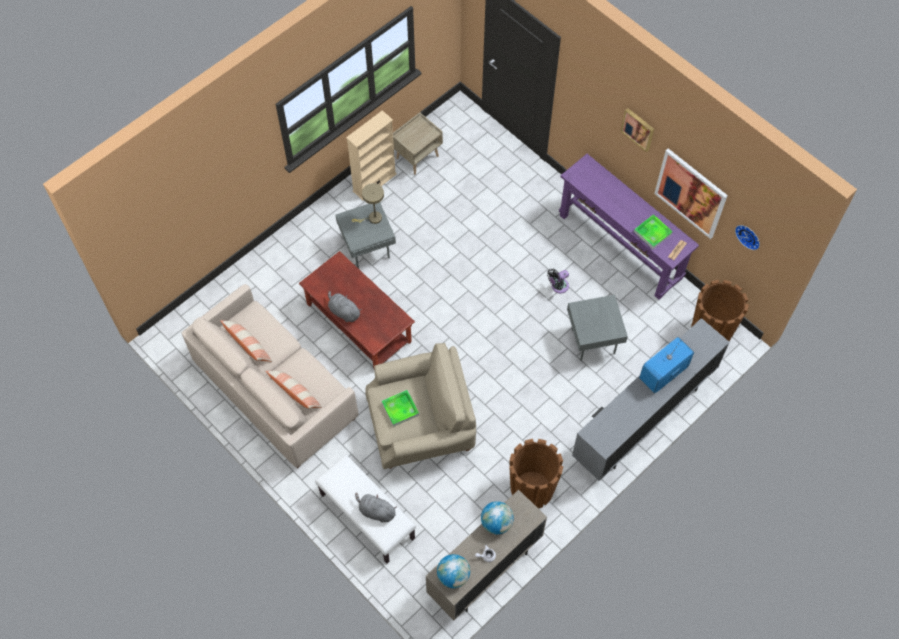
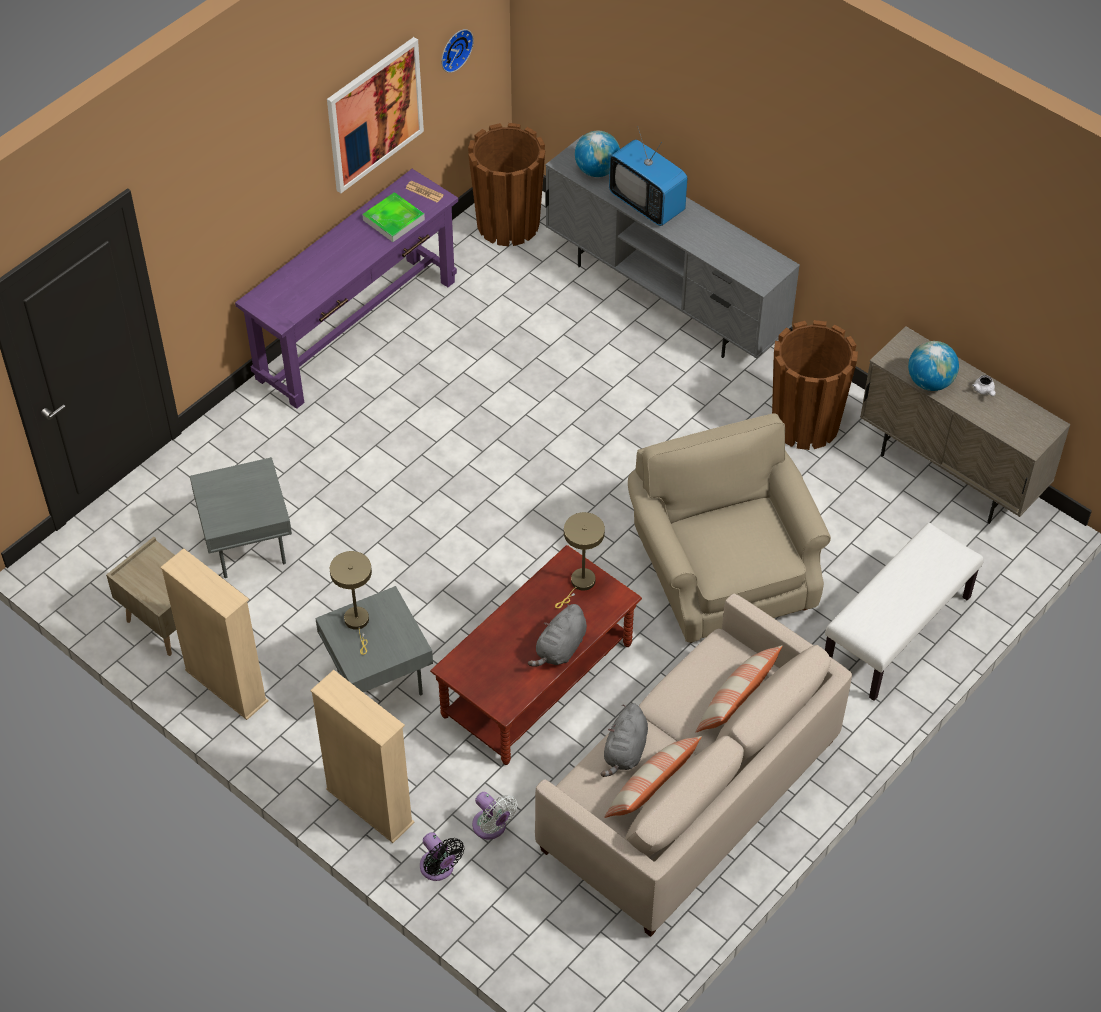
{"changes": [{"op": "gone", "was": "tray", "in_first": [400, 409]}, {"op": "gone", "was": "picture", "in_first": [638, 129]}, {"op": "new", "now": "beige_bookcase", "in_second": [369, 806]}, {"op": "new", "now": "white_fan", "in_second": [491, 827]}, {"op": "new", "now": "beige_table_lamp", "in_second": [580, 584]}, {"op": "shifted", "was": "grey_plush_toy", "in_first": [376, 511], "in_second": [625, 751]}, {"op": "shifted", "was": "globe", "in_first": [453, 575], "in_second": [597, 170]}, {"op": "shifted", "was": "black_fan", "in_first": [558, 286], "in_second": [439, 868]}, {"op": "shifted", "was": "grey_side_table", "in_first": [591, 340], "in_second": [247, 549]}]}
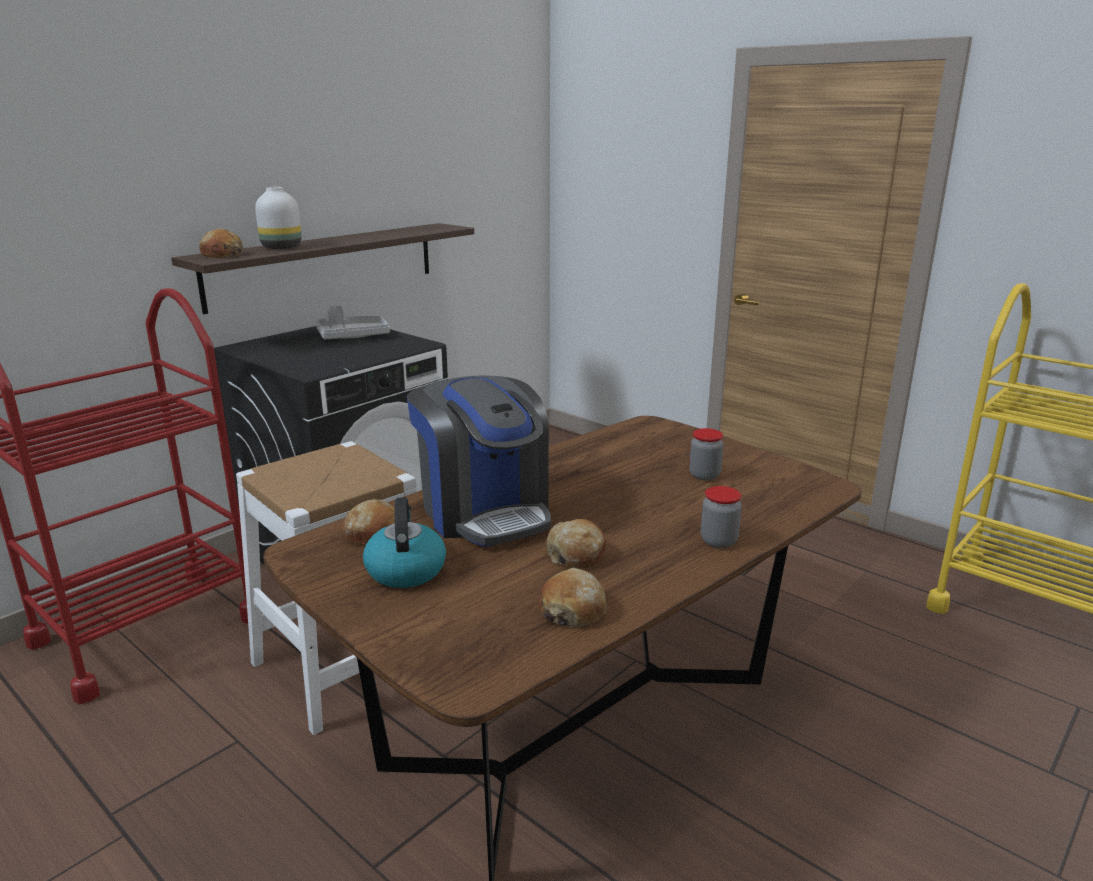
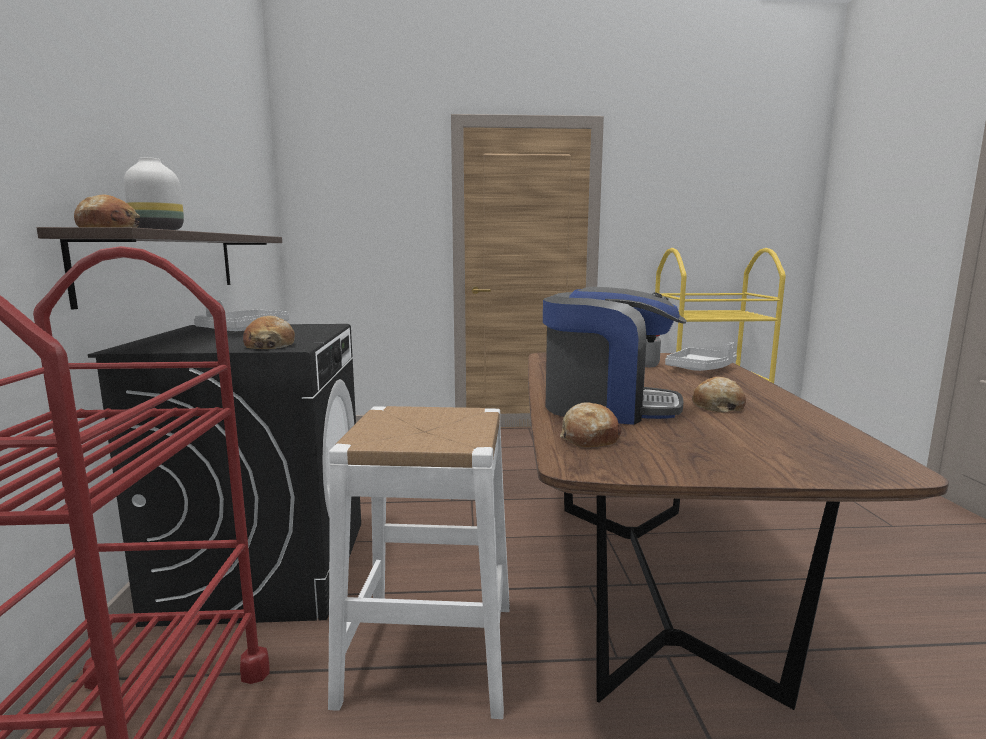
{"changes": [{"op": "gone", "was": "kettle", "in_first": [405, 570]}, {"op": "gone", "was": "jar", "in_first": [718, 541]}, {"op": "new", "now": "grey_tray", "in_second": [700, 369]}, {"op": "shifted", "was": "bread", "in_first": [573, 610], "in_second": [269, 345]}]}
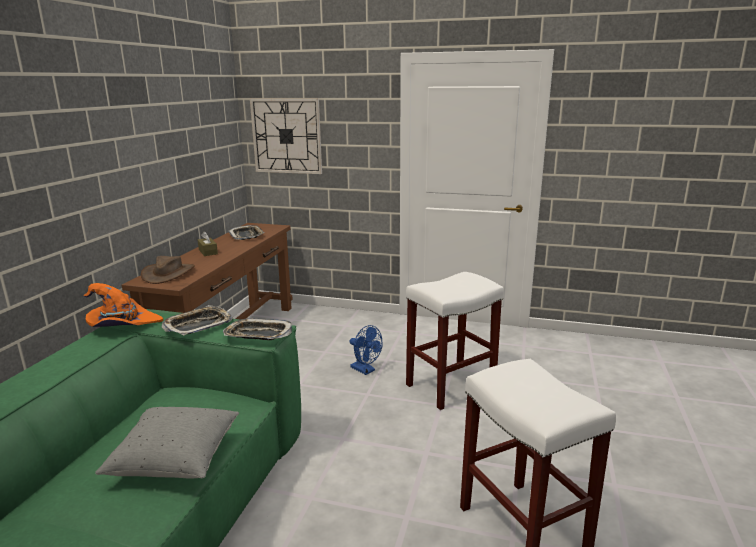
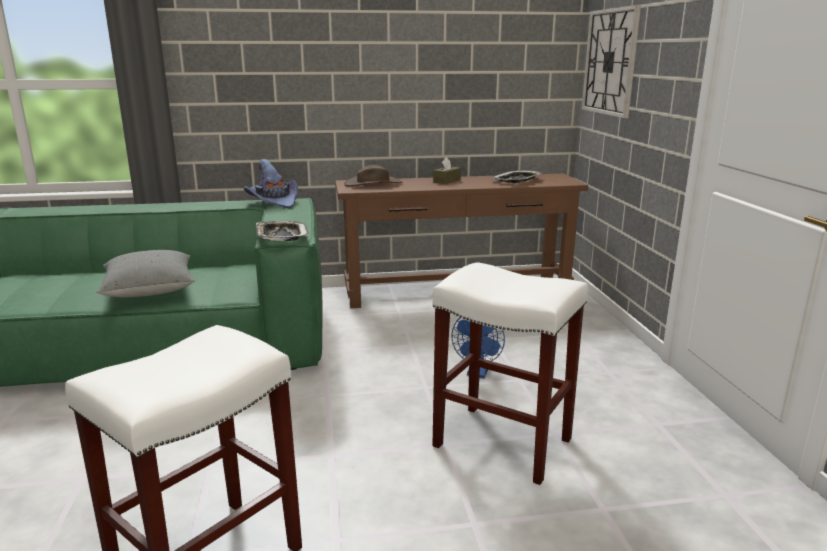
{"changes": [{"op": "gone", "was": "tray", "in_first": [198, 325]}, {"op": "repainted", "was": "orange_hat", "now": "purple_hat", "in_first": [122, 324], "in_second": [274, 202]}]}
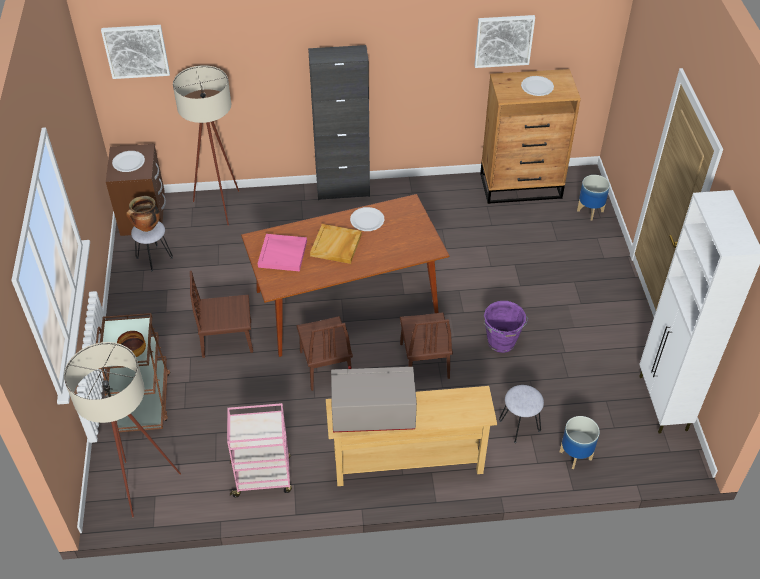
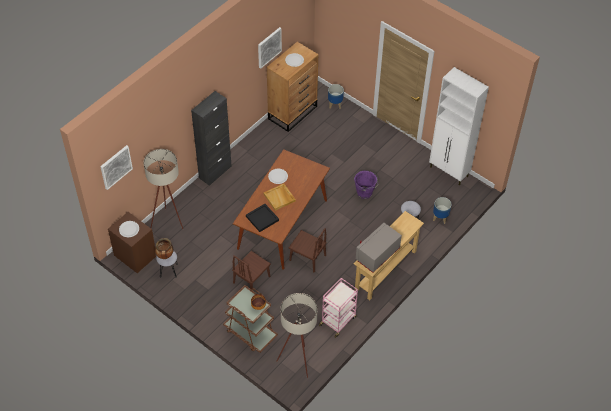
{"changes": [{"op": "gone", "was": "brown_chair", "in_first": [424, 360]}, {"op": "repainted", "was": "pink_tray", "now": "black_tray", "in_first": [283, 254], "in_second": [262, 218]}]}
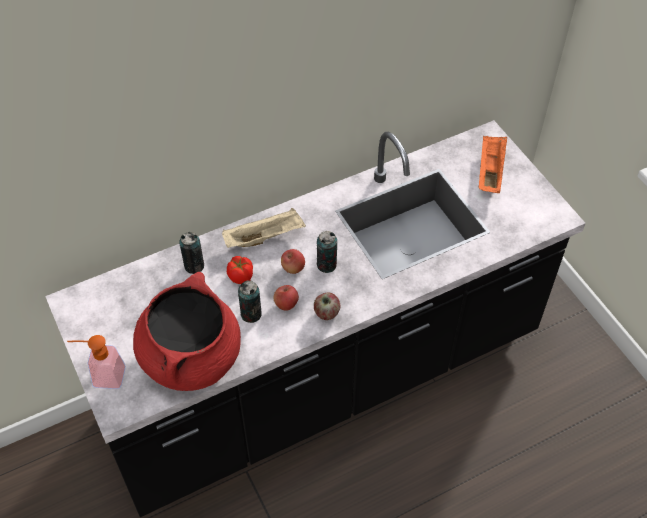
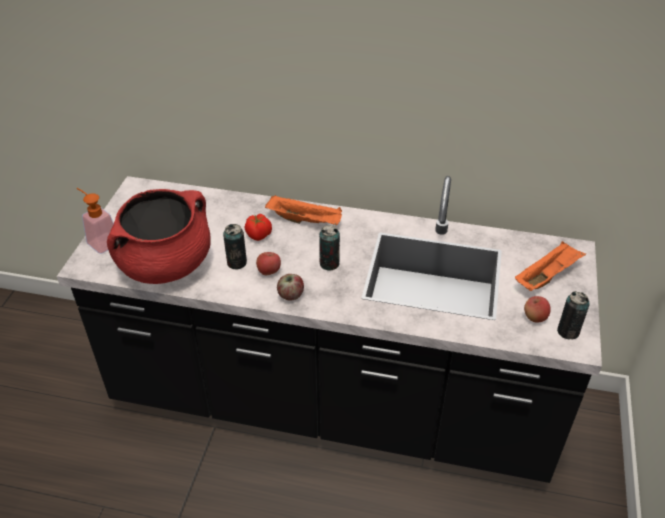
{"changes": [{"op": "shifted", "was": "can", "in_first": [194, 266], "in_second": [568, 331]}, {"op": "shifted", "was": "apple", "in_first": [293, 268], "in_second": [535, 317]}, {"op": "repainted", "was": "beige_tray", "now": "orange_tray", "in_first": [265, 237], "in_second": [305, 220]}]}
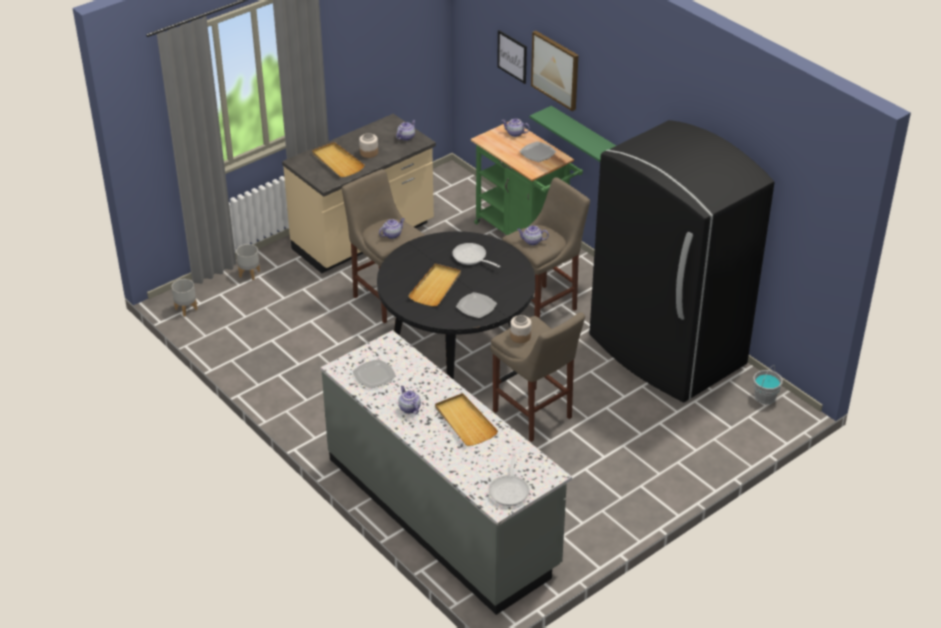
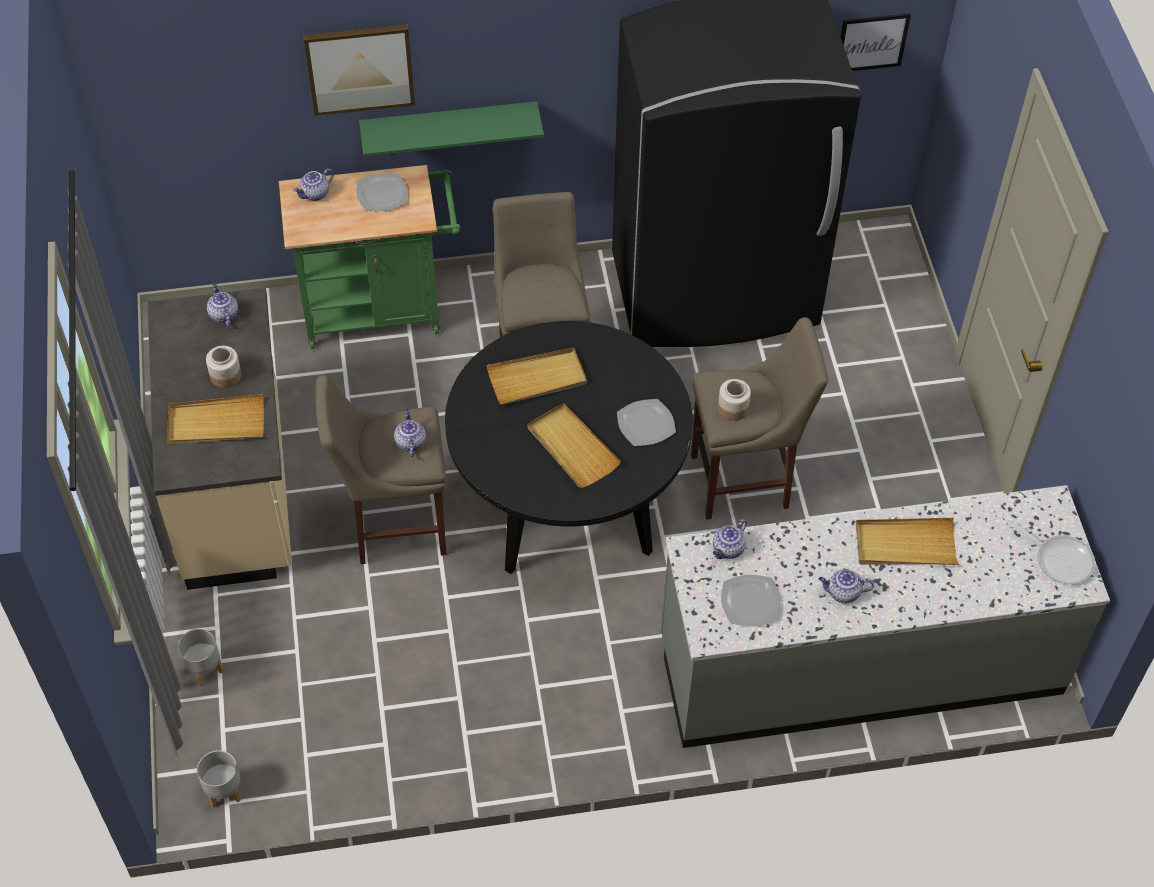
{"changes": [{"op": "gone", "was": "grey_bucket", "in_first": [765, 397]}, {"op": "shifted", "was": "picture", "in_first": [512, 56], "in_second": [872, 42]}, {"op": "shifted", "was": "teapot", "in_first": [532, 241], "in_second": [728, 549]}, {"op": "swapped", "was": "frying_pan", "now": "beige_tray", "in_first": [471, 258], "in_second": [537, 379]}]}
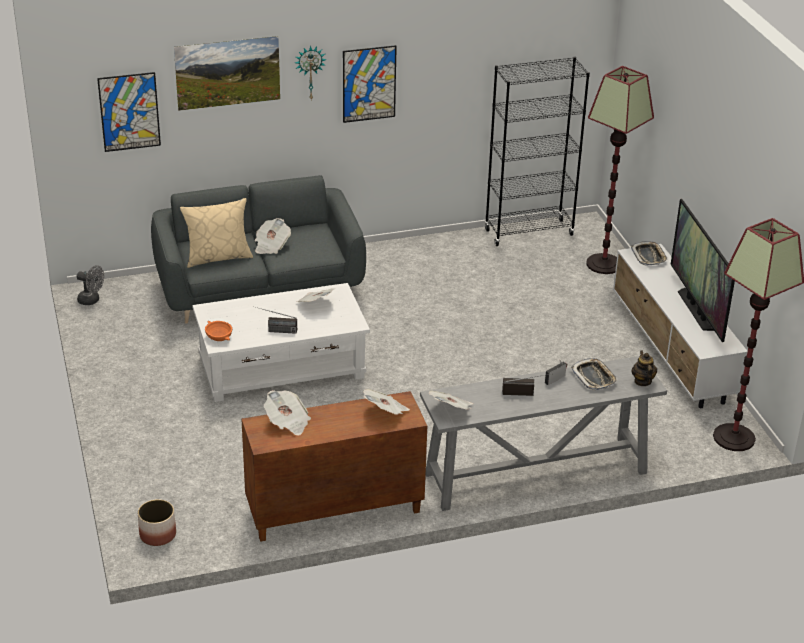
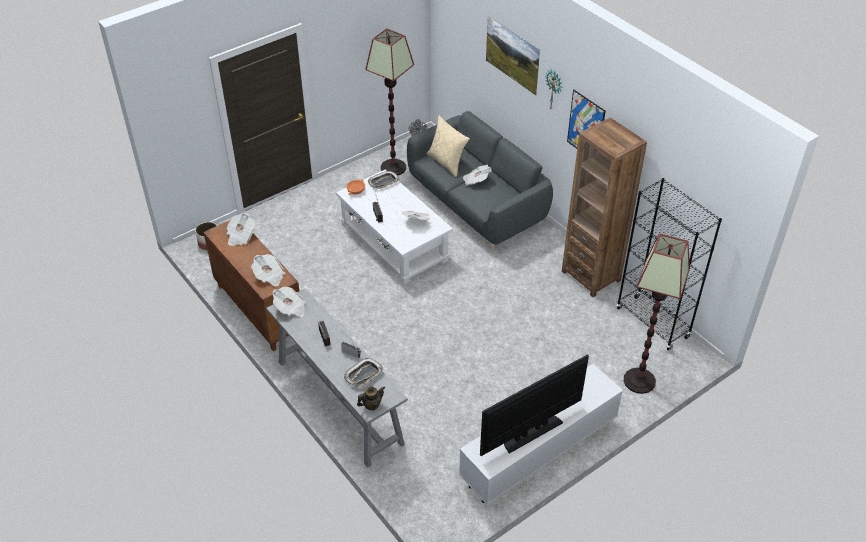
{"changes": [{"op": "gone", "was": "picture", "in_first": [129, 112]}, {"op": "new", "now": "brown_bookcase", "in_second": [591, 276]}, {"op": "shifted", "was": "tray", "in_first": [649, 256], "in_second": [383, 182]}, {"op": "shifted", "was": "floor_lamp", "in_first": [734, 438], "in_second": [393, 168]}]}
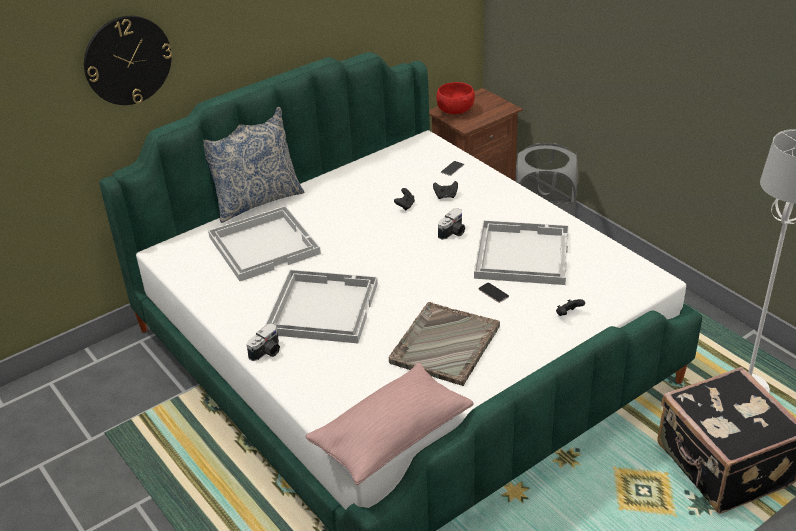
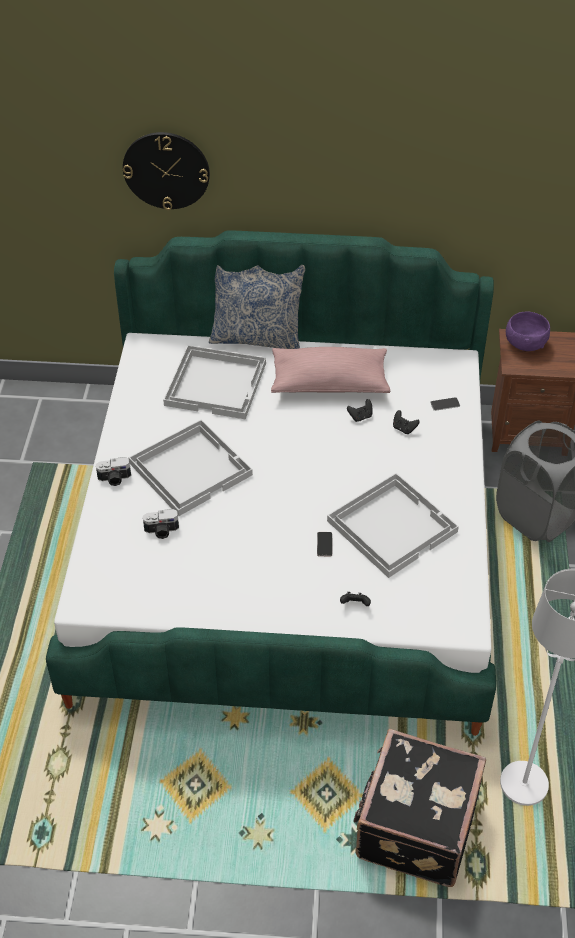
{"changes": [{"op": "gone", "was": "grey_tray", "in_first": [444, 345]}, {"op": "shifted", "was": "pink_pillow", "in_first": [391, 436], "in_second": [329, 383]}, {"op": "shifted", "was": "photo_camera", "in_first": [453, 233], "in_second": [162, 531]}, {"op": "repainted", "was": "red_bowl", "now": "purple_bowl", "in_first": [455, 110], "in_second": [525, 344]}]}
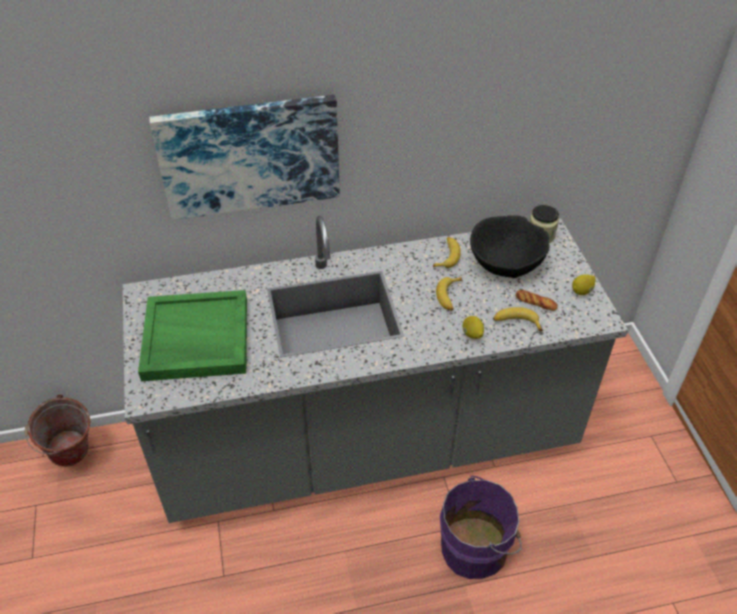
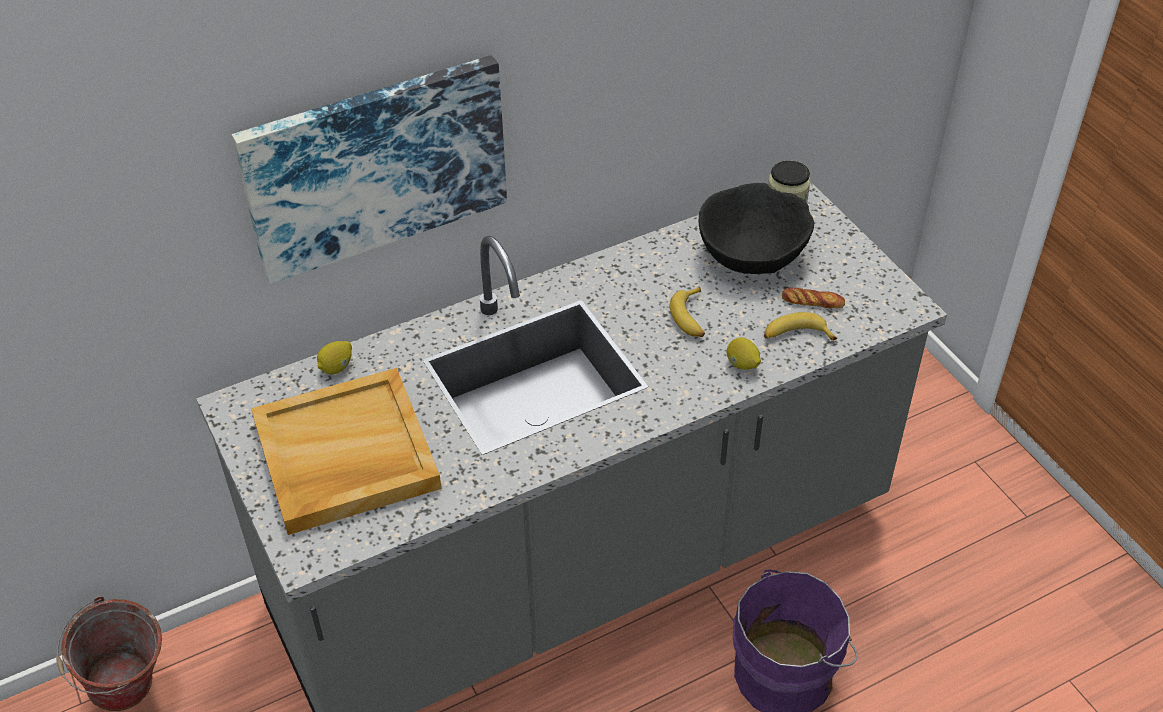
{"changes": [{"op": "gone", "was": "banana", "in_first": [446, 256]}, {"op": "shifted", "was": "lemon", "in_first": [582, 291], "in_second": [337, 367]}, {"op": "repainted", "was": "green_tray", "now": "beige_tray", "in_first": [195, 339], "in_second": [344, 456]}]}
